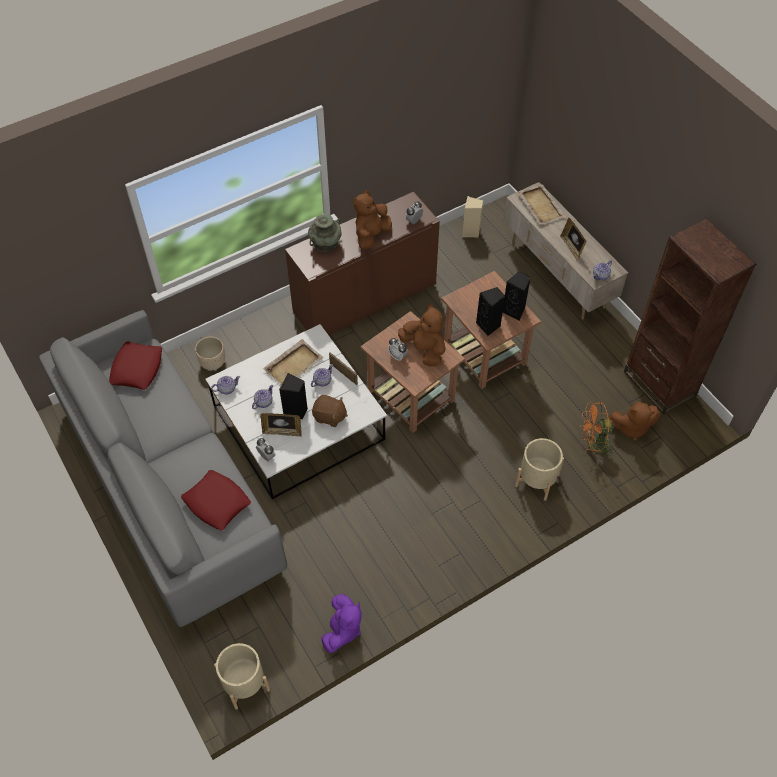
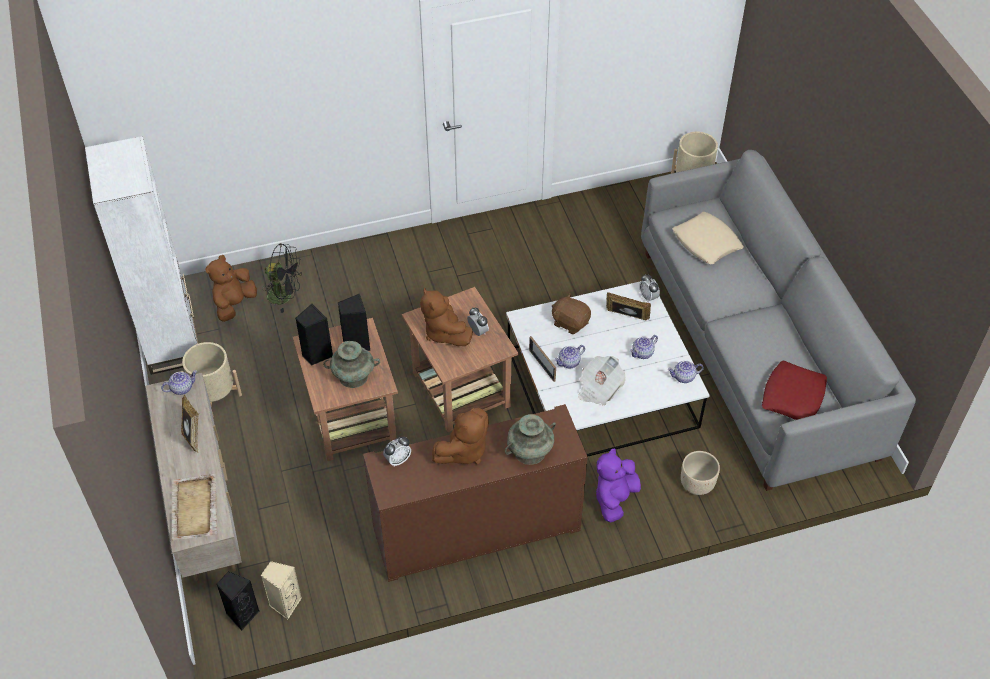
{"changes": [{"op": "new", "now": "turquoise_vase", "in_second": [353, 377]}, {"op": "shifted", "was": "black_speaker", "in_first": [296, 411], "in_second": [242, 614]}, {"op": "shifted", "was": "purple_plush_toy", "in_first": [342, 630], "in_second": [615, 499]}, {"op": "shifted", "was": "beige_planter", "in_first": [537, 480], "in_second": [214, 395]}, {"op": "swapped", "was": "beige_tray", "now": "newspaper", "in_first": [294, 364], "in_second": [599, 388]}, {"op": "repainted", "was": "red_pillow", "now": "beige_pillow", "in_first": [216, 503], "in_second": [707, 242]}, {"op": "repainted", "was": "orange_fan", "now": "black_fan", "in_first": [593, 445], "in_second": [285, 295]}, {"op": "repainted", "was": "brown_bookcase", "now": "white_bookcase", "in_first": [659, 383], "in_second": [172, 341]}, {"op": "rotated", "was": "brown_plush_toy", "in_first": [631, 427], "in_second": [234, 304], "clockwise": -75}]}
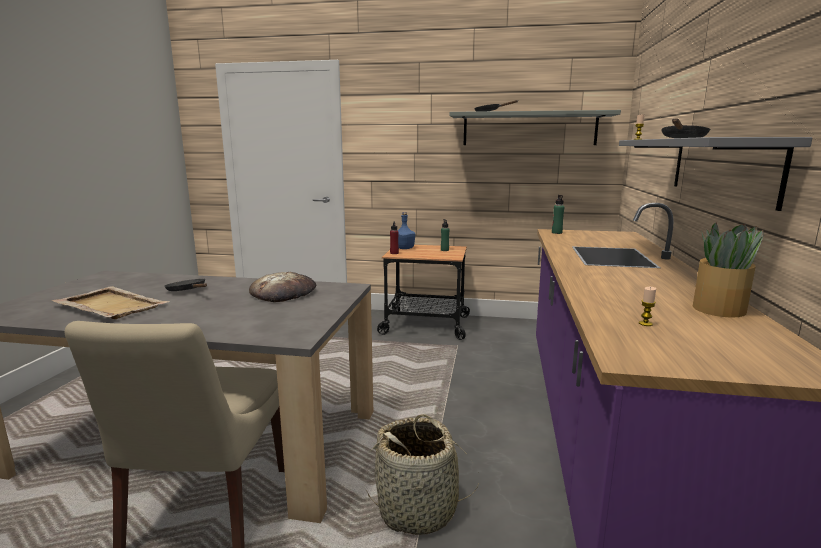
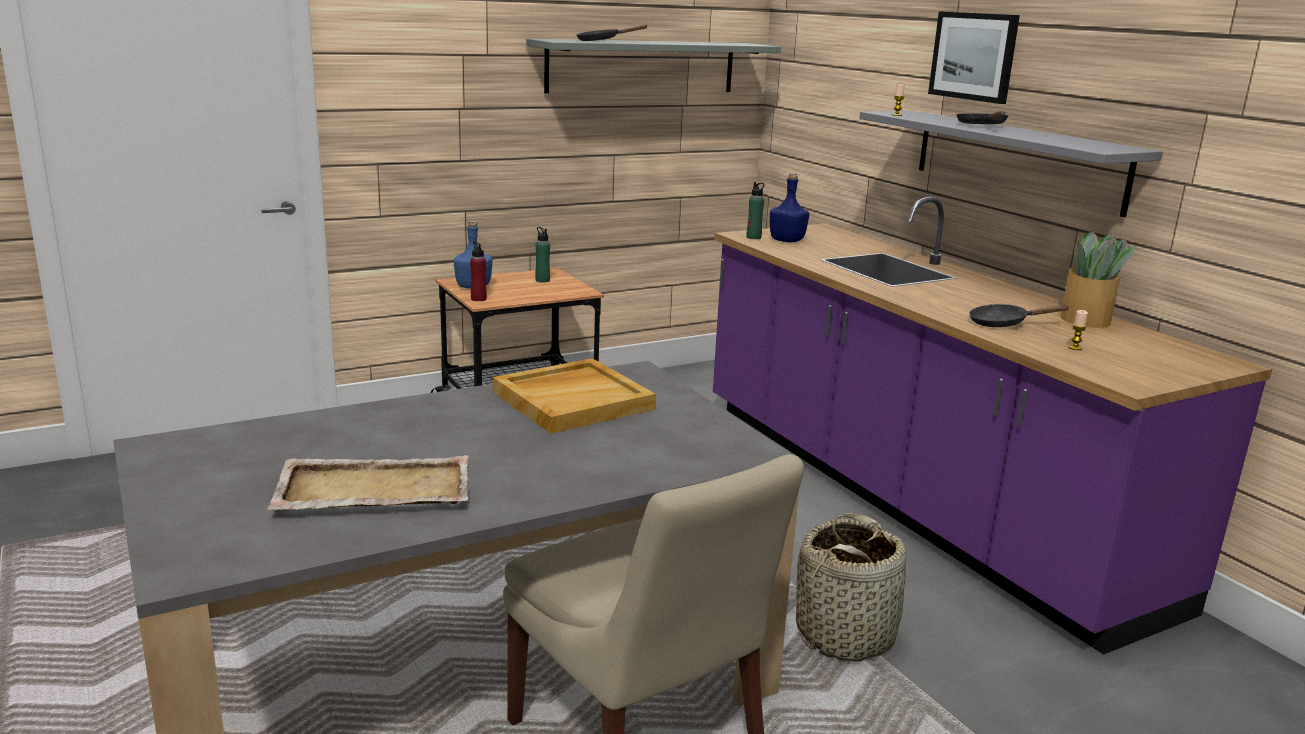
{"changes": [{"op": "new", "now": "blue_bottle", "in_second": [787, 241]}, {"op": "new", "now": "picture", "in_second": [974, 56]}, {"op": "shifted", "was": "black_frying_pan", "in_first": [188, 291], "in_second": [1003, 324]}, {"op": "swapped", "was": "bread", "now": "beige_tray", "in_first": [283, 292], "in_second": [573, 400]}]}
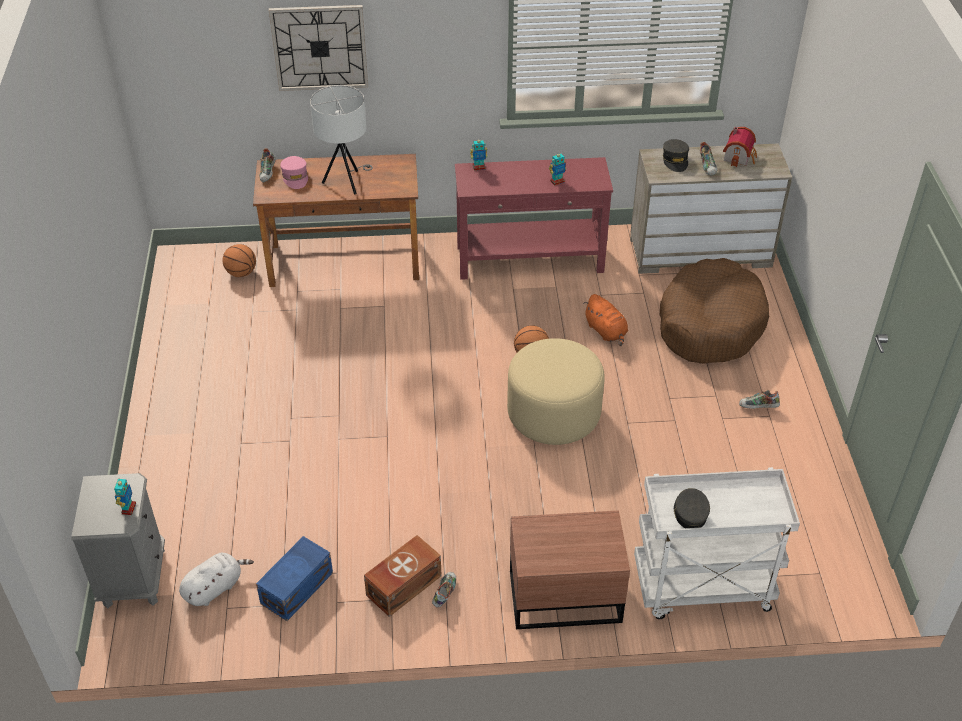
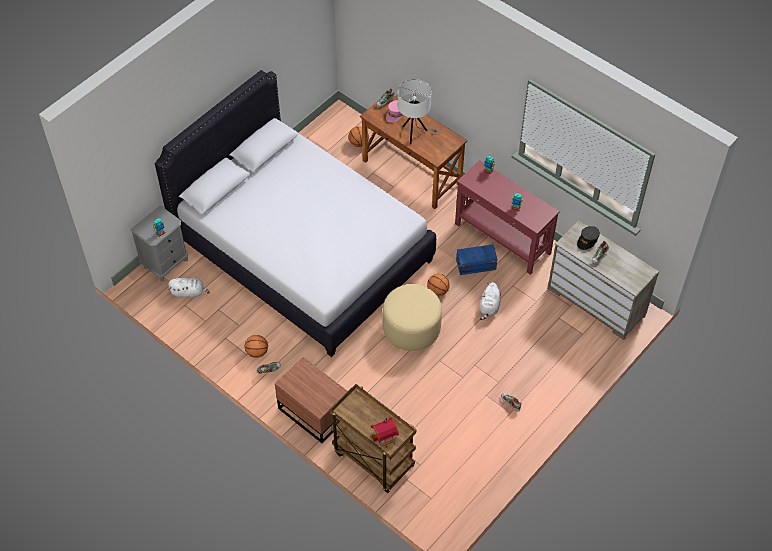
{"changes": [{"op": "gone", "was": "wall_clock", "in_first": [319, 47]}, {"op": "gone", "was": "brown_dog_bed", "in_first": [710, 324]}, {"op": "gone", "was": "grey_cap", "in_first": [690, 513]}, {"op": "new", "now": "white_bed", "in_second": [302, 250]}, {"op": "shifted", "was": "blue_storage_box", "in_first": [298, 588], "in_second": [476, 265]}, {"op": "shifted", "was": "toy_house", "in_first": [739, 156], "in_second": [386, 436]}, {"op": "swapped", "was": "brown_storage_box", "now": "basketball", "in_first": [402, 585], "in_second": [257, 352]}, {"op": "repainted", "was": "orange_plush_toy", "now": "white_plush_toy", "in_first": [606, 331], "in_second": [489, 307]}, {"op": "repainted", "was": "white_cart", "now": "brown_cart", "in_first": [701, 588], "in_second": [372, 459]}]}
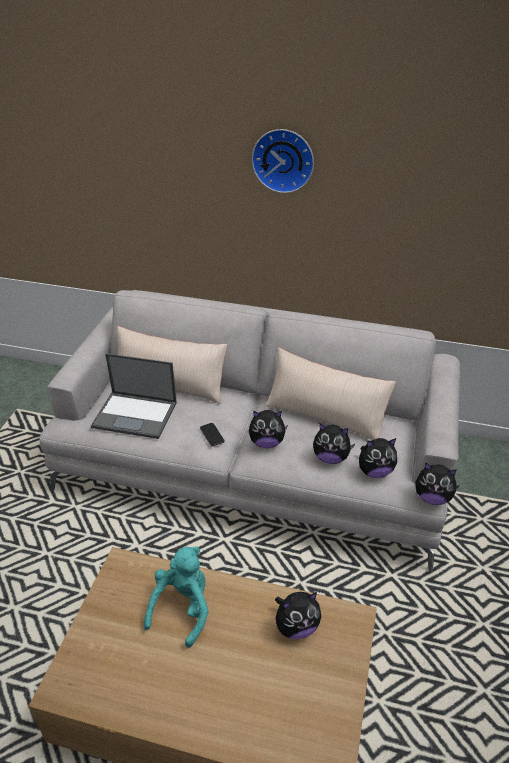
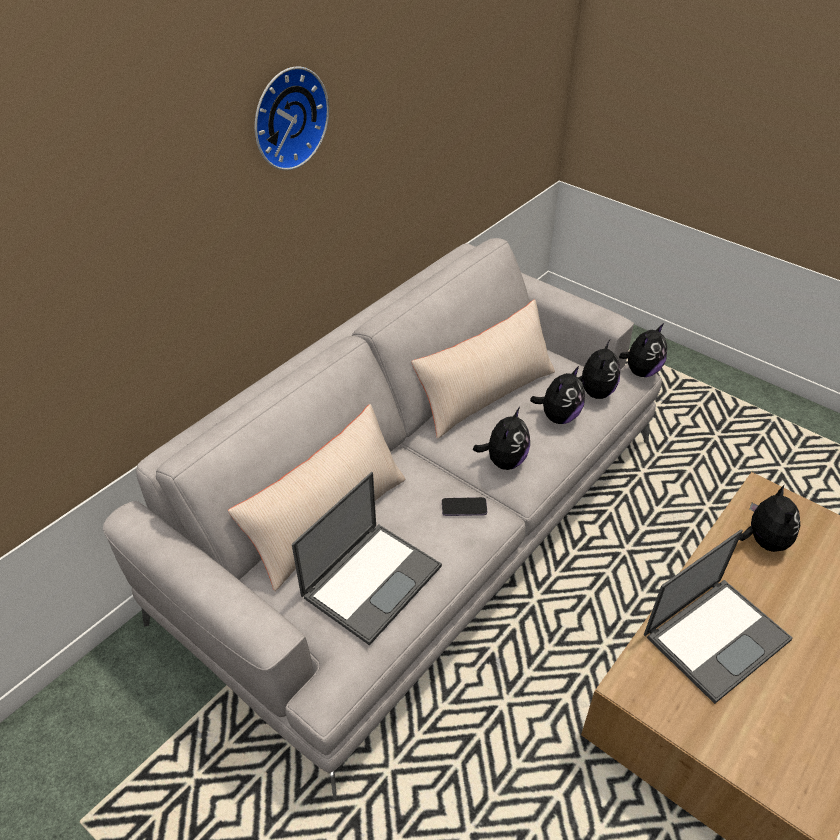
{"changes": [{"op": "swapped", "was": "turquoise_plush_toy", "now": "laptop", "in_first": [183, 608], "in_second": [717, 636]}]}
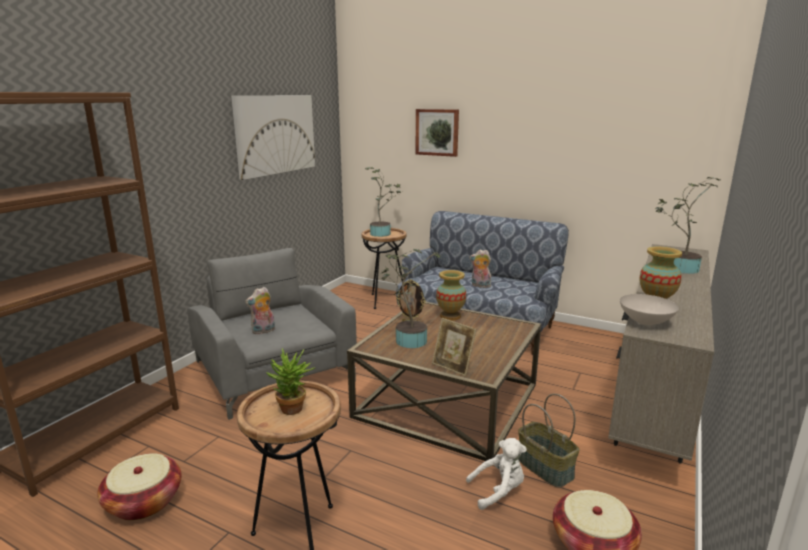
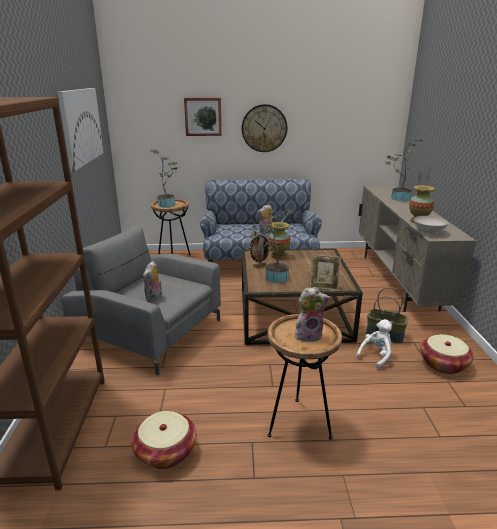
{"changes": [{"op": "new", "now": "wall_clock", "in_second": [264, 128]}, {"op": "swapped", "was": "potted_plant", "now": "plush_toy", "in_first": [293, 411], "in_second": [309, 335]}]}
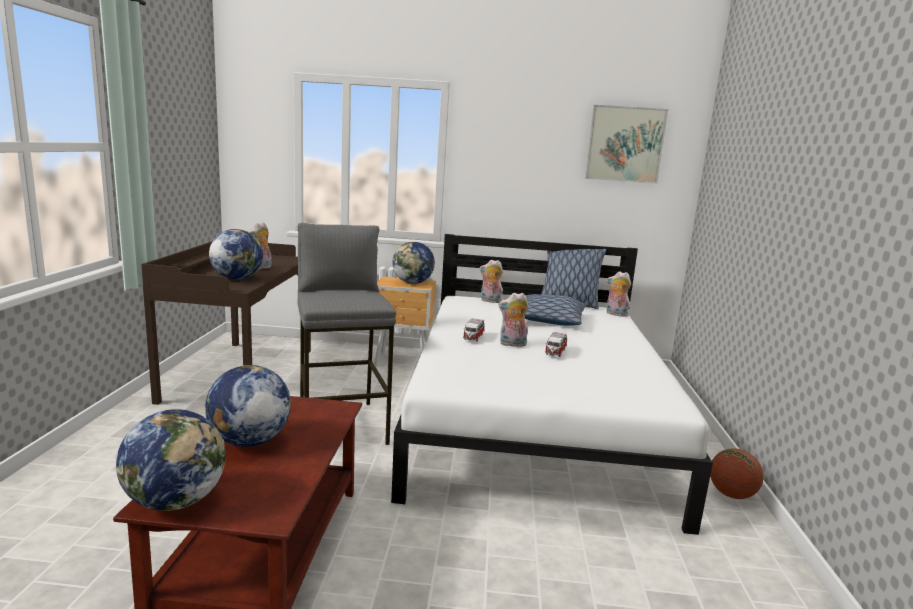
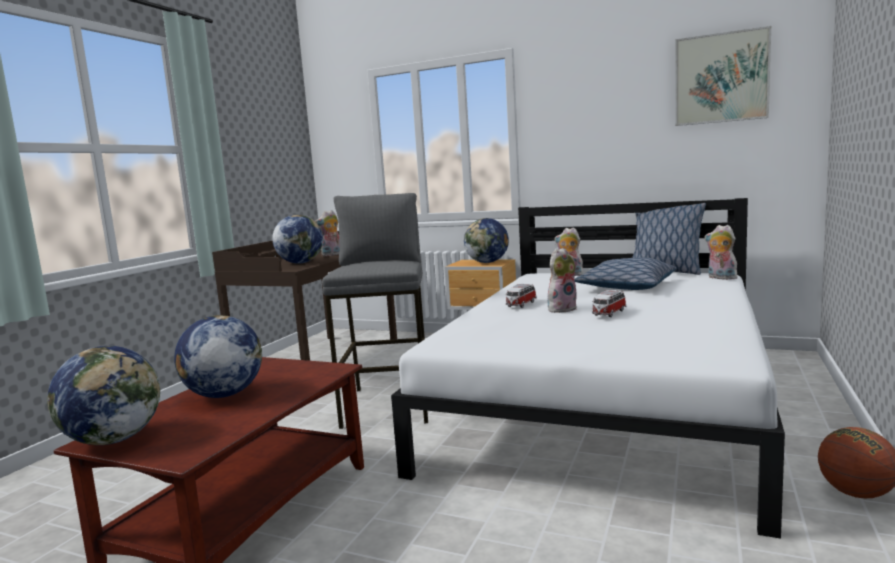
{"changes": [{"op": "rotated", "was": "plush_toy", "in_first": [512, 344], "in_second": [562, 309], "clockwise": 135}]}
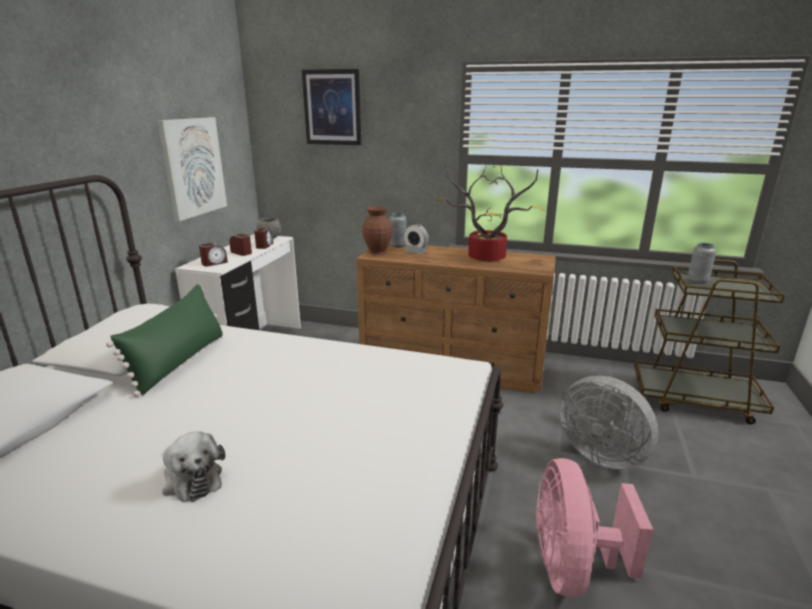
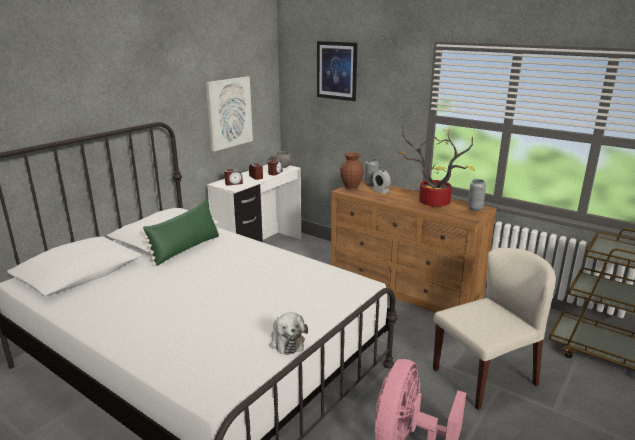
{"changes": [{"op": "shifted", "was": "plush_toy", "in_first": [192, 478], "in_second": [286, 341]}, {"op": "shifted", "was": "grey_vase", "in_first": [697, 281], "in_second": [475, 209]}, {"op": "swapped", "was": "grey_fan", "now": "beige_chair", "in_first": [601, 453], "in_second": [484, 376]}]}
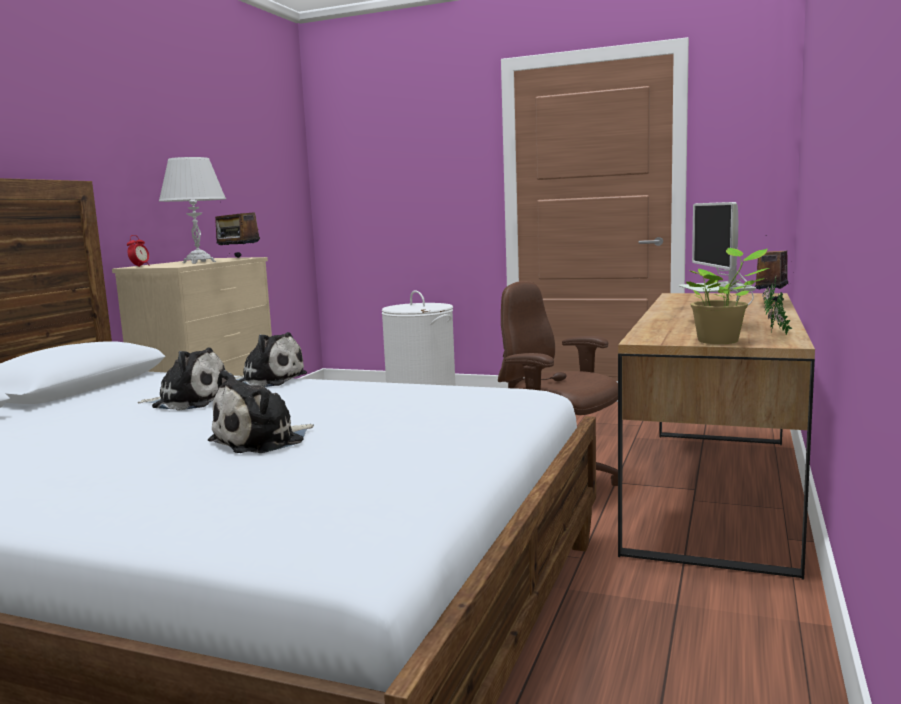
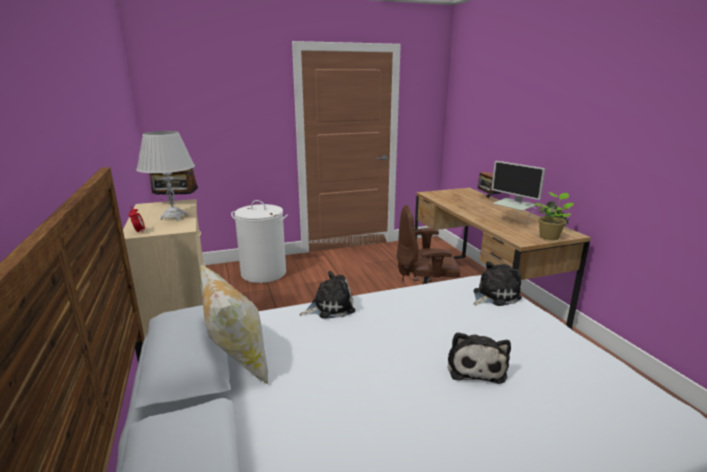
{"changes": [{"op": "new", "now": "pillow", "in_second": [238, 361]}, {"op": "shifted", "was": "plush_toy", "in_first": [188, 401], "in_second": [494, 295]}]}
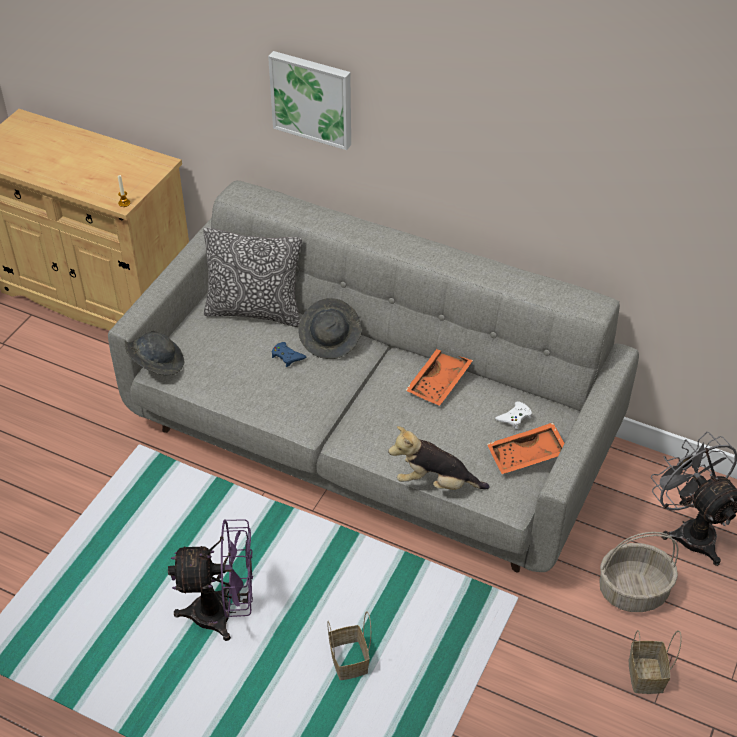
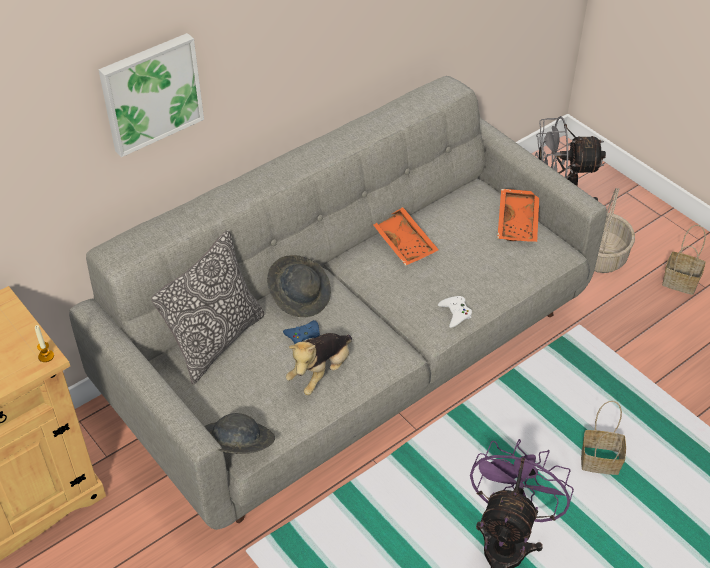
{"changes": [{"op": "shifted", "was": "plush_toy", "in_first": [435, 483], "in_second": [321, 372]}, {"op": "shifted", "was": "white_game_controller", "in_first": [514, 417], "in_second": [455, 313]}]}
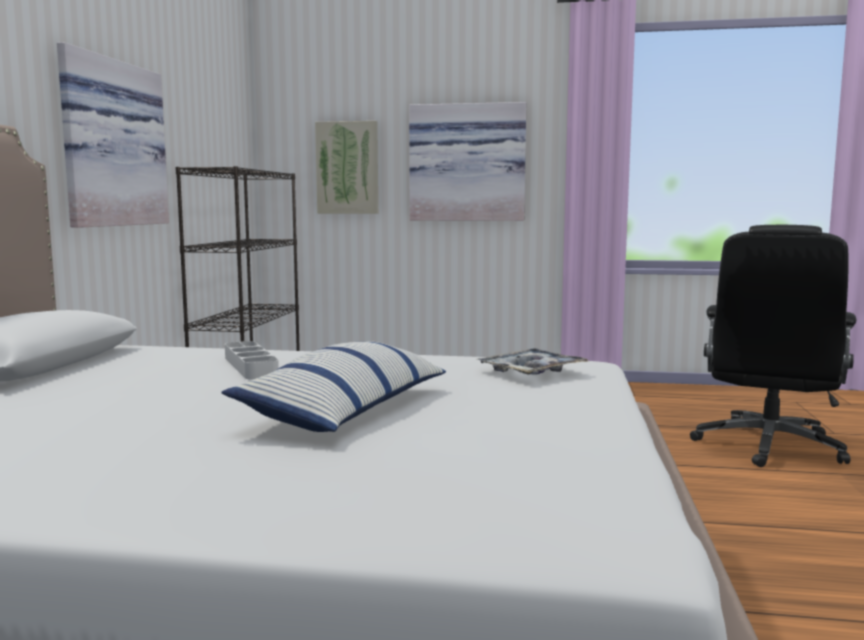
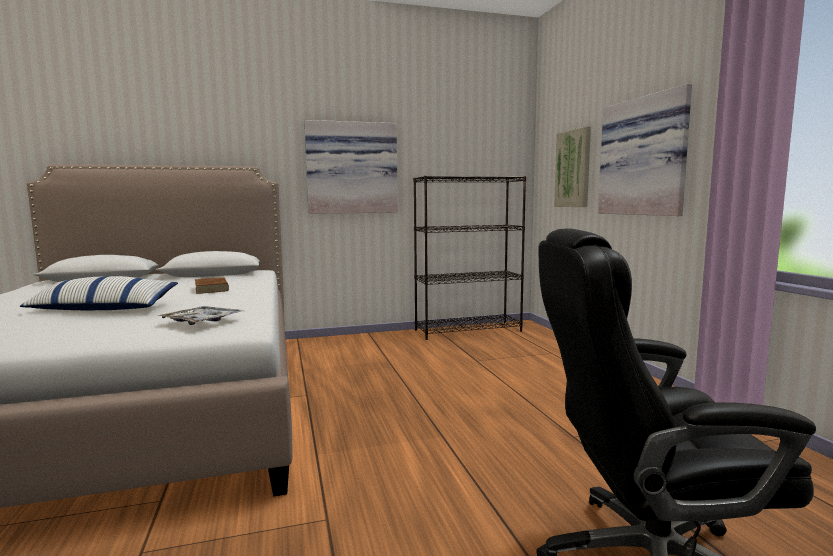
{"changes": [{"op": "swapped", "was": "grey_tray", "now": "brown_book", "in_first": [250, 366], "in_second": [212, 289]}]}
